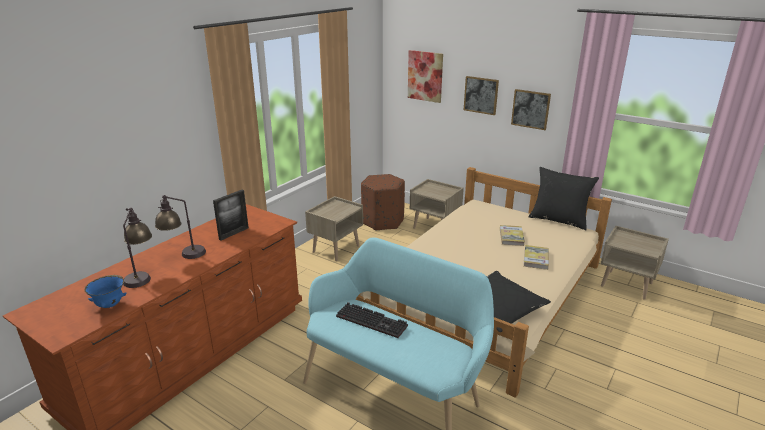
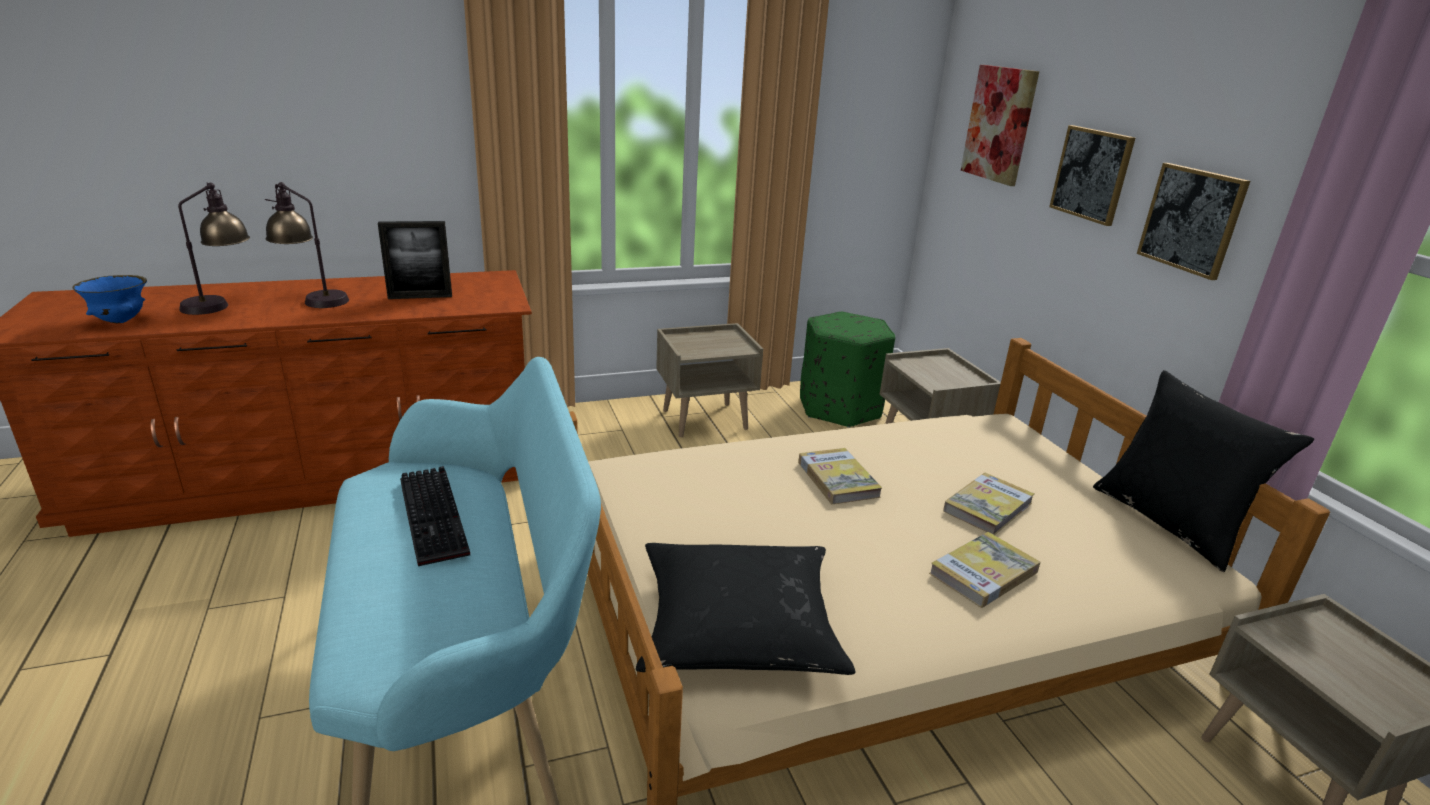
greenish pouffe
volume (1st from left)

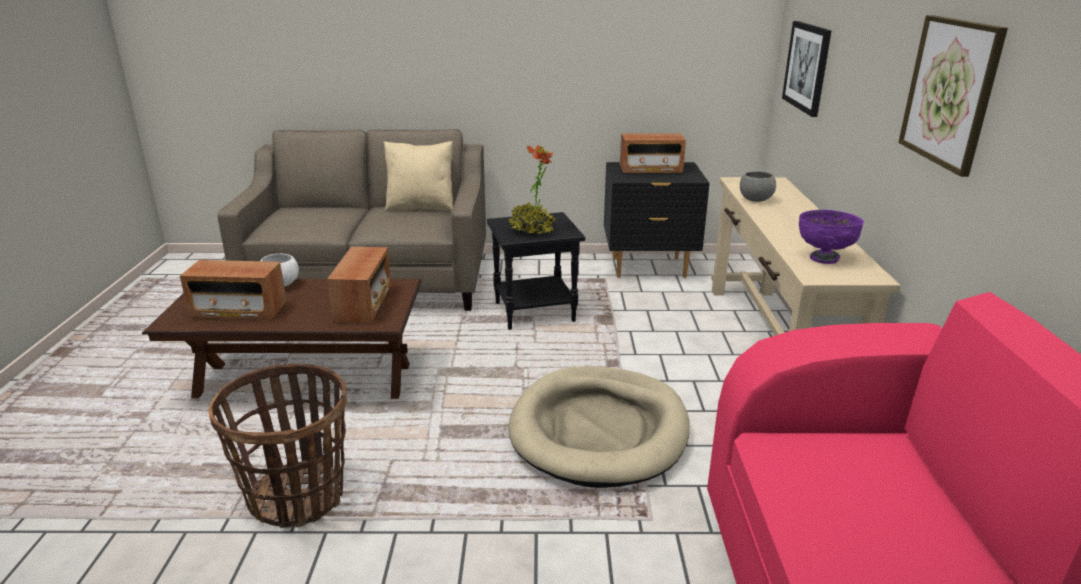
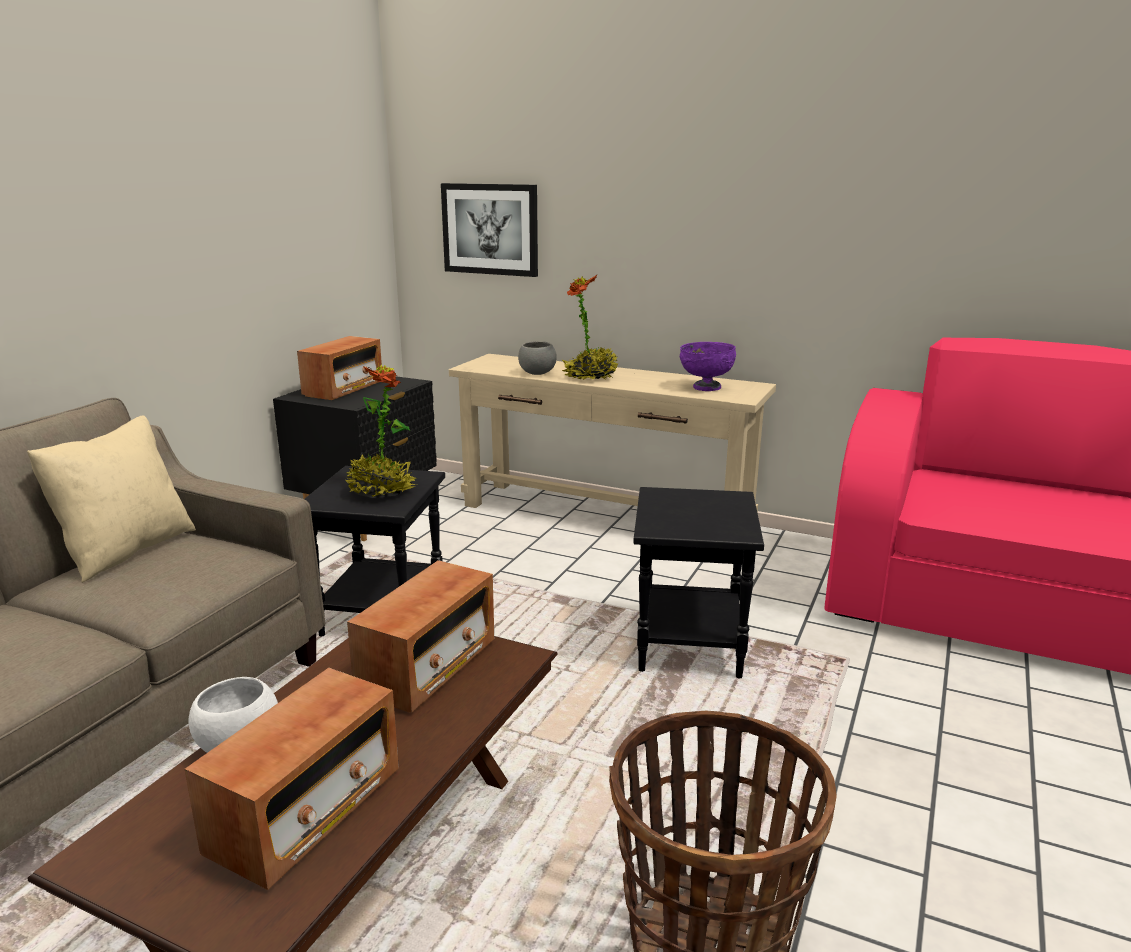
picture (2nd from left in the first image)
radio set (3rd from left)
black side table (2nd from left)
plant in a pot (2nd from left)

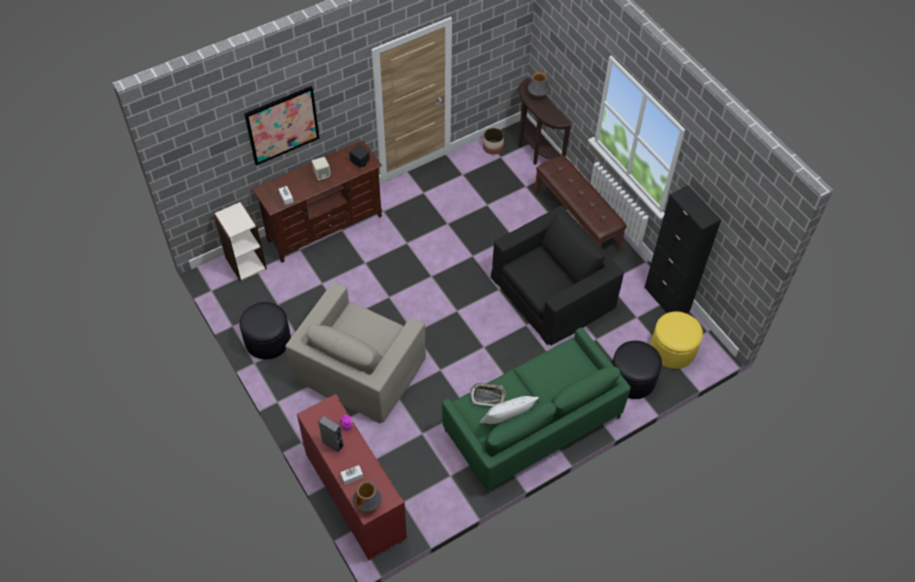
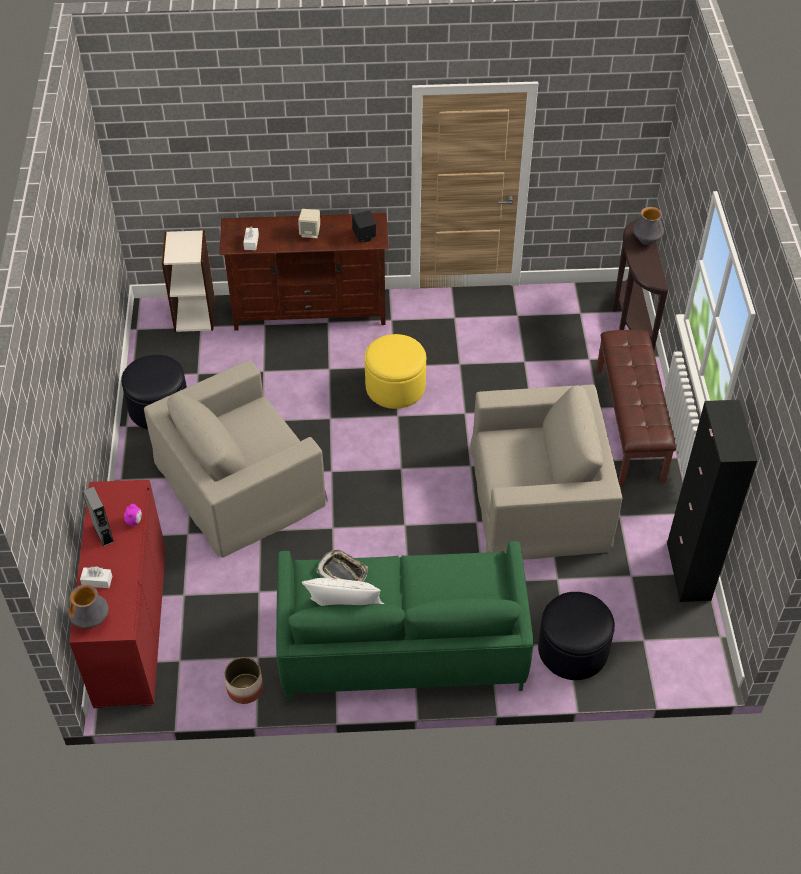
picture
planter
sand-coloured lounge chair (2nd from left)
yellowish pouffe

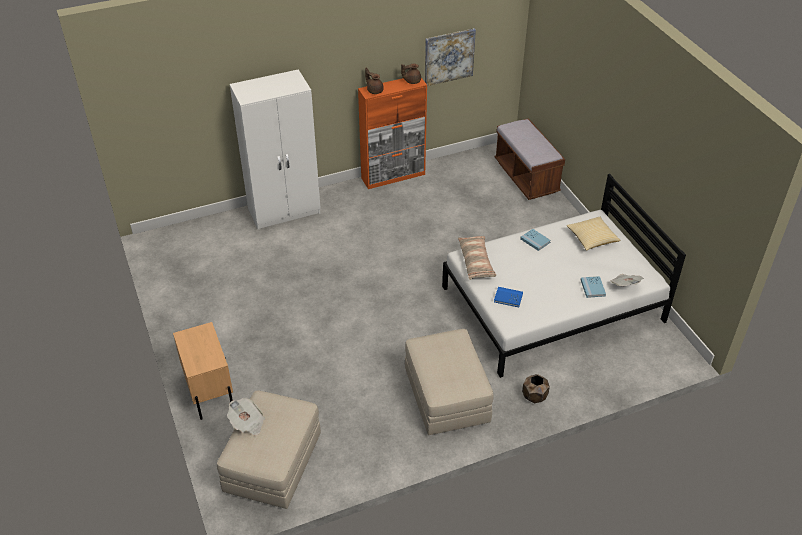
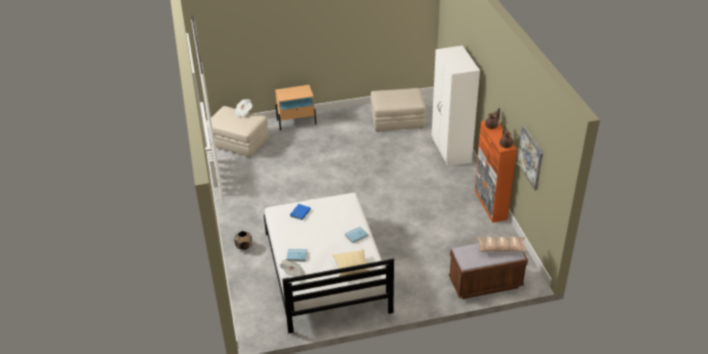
throw pillow (2nd from left)
sand-coloured pouffe (2nd from left)

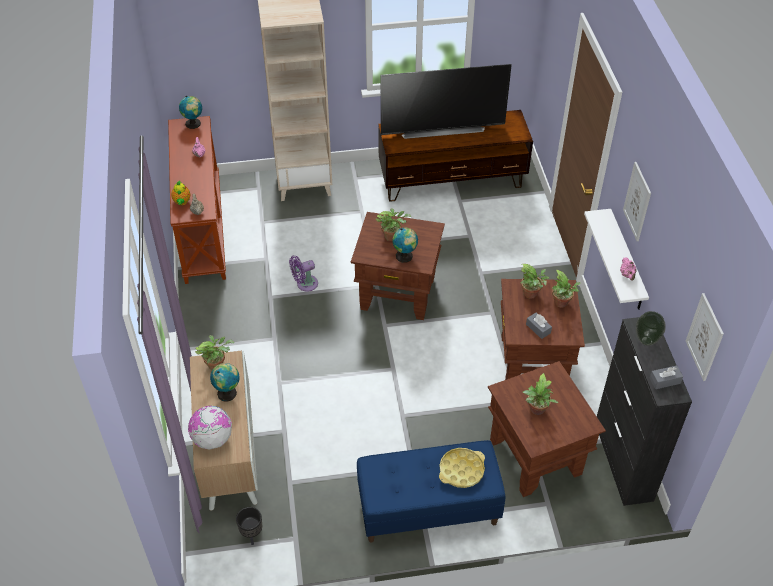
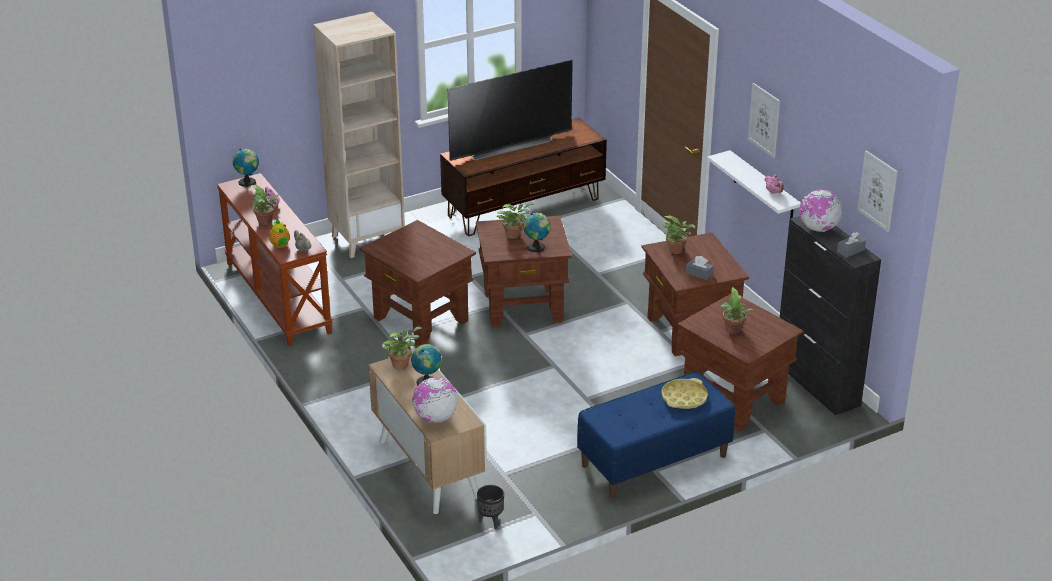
brown side table (1st from left)
plant in a pot (1st from left)
desk globe (5th from left)

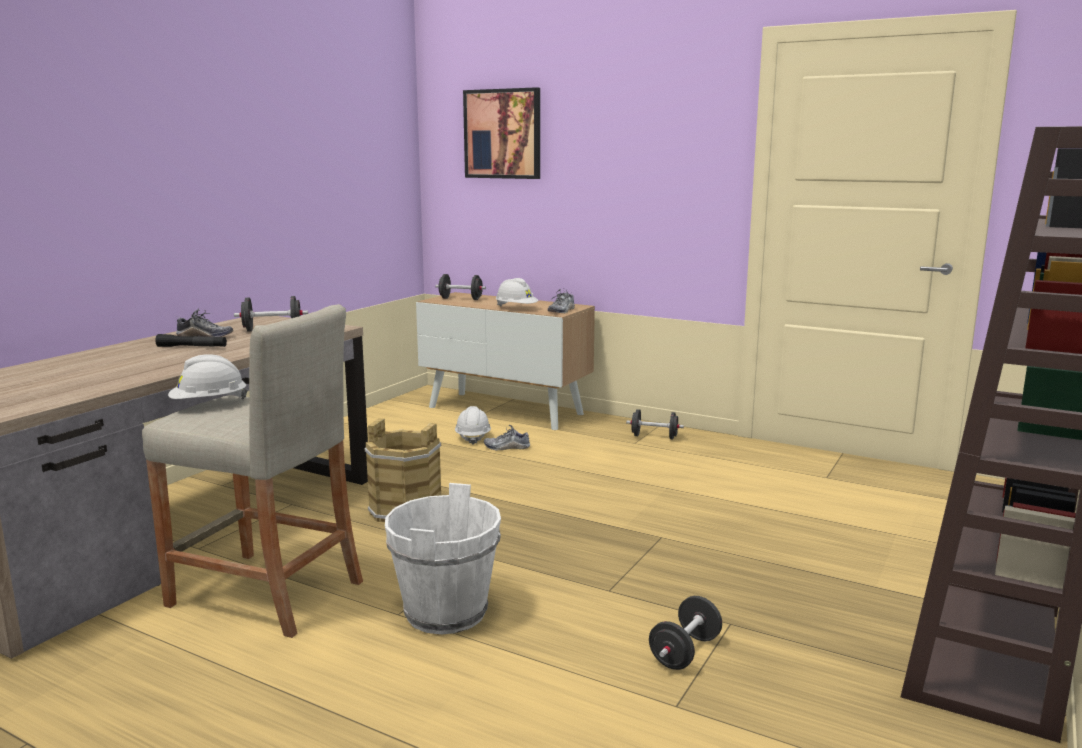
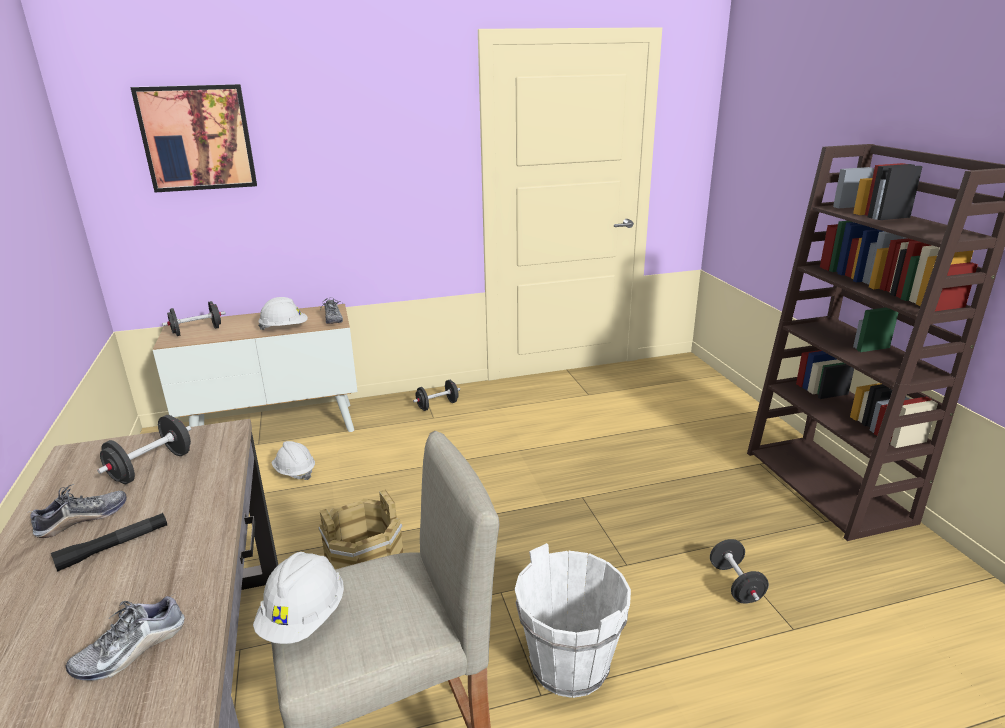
item of footwear (2nd from left)

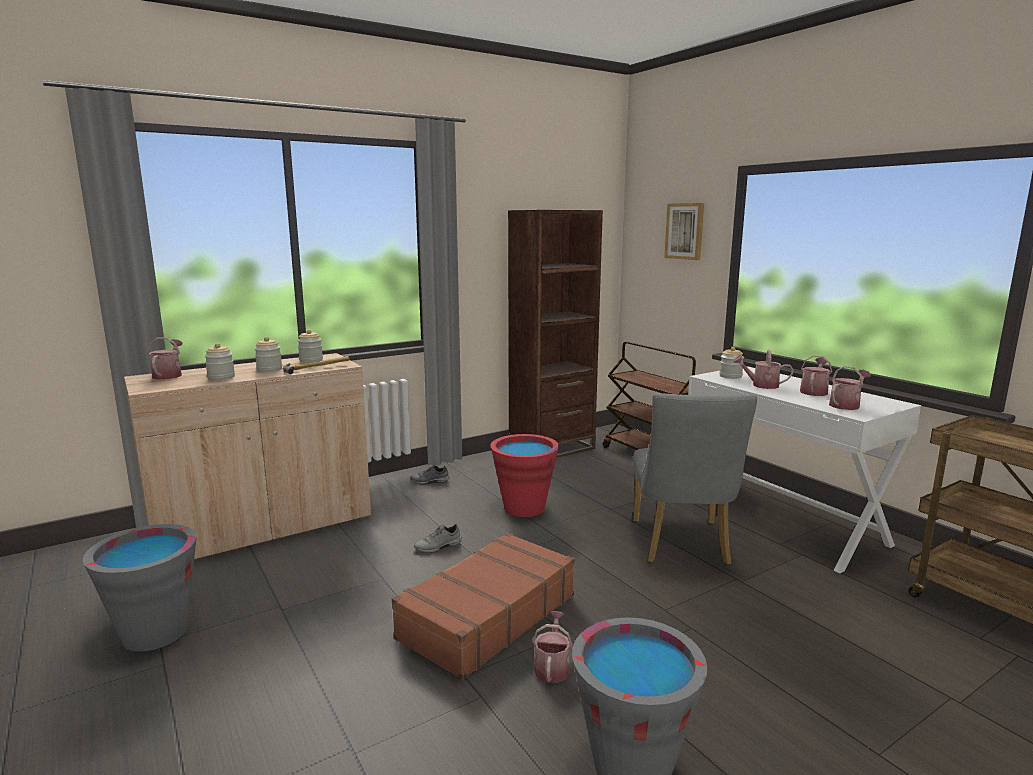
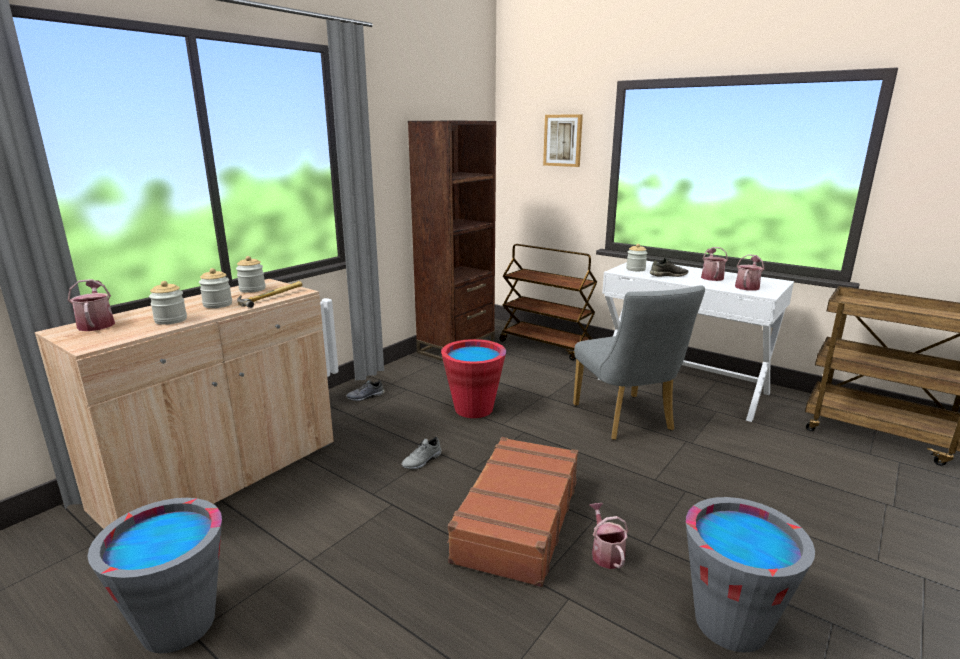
gray item of footwear (3rd from left)

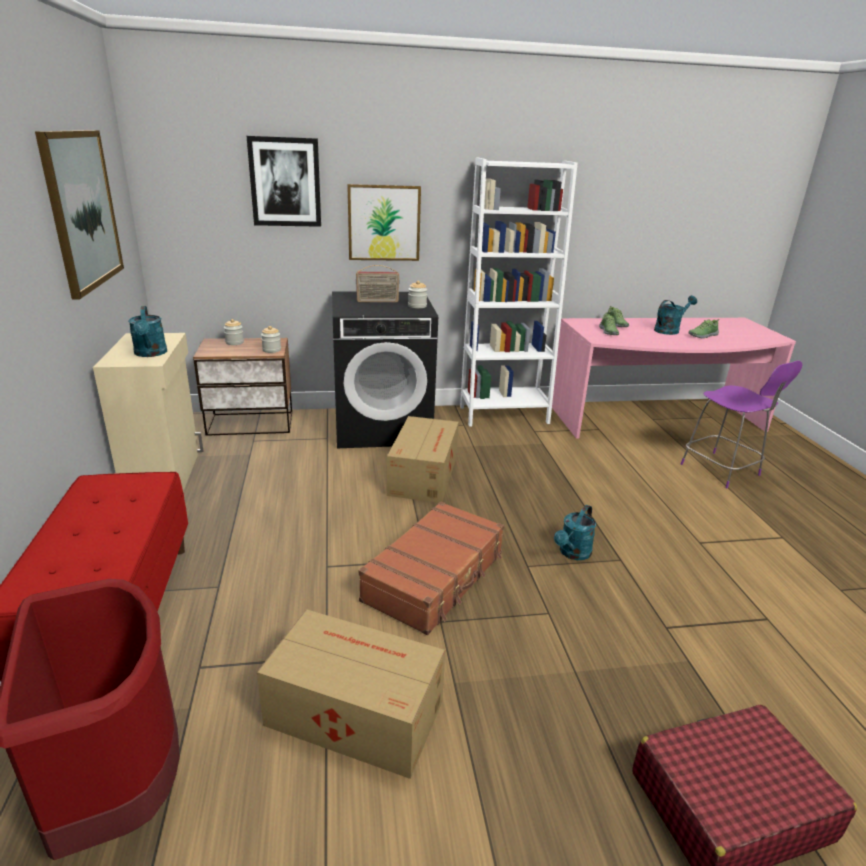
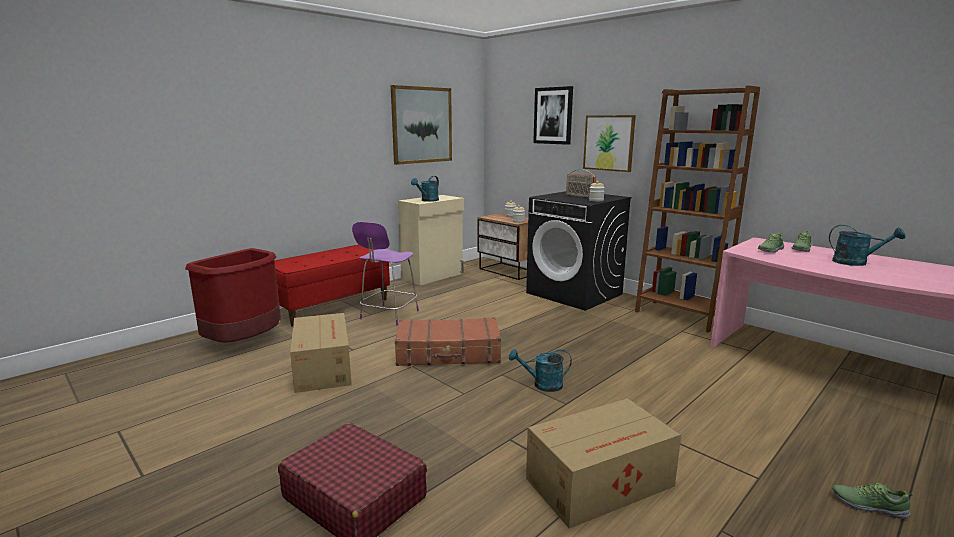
brown bookshelf
item of footwear (3rd from left)
purple upright chair
carton (2nd from left)

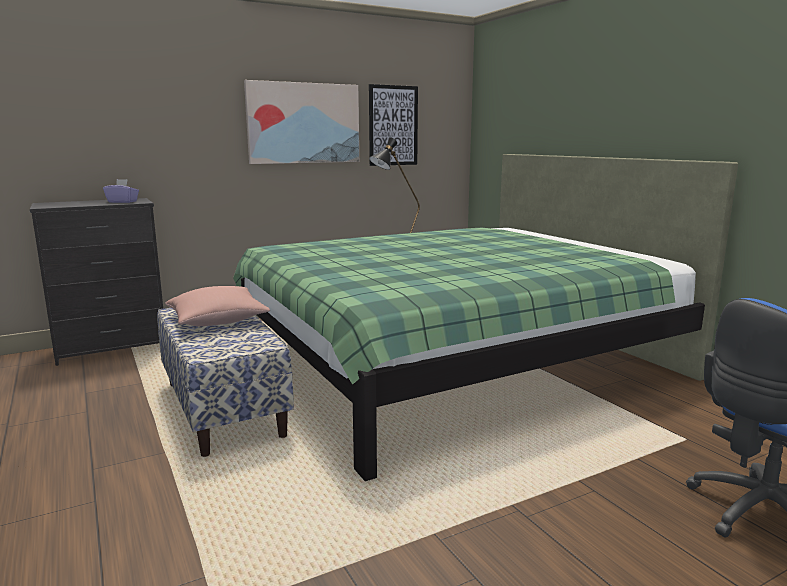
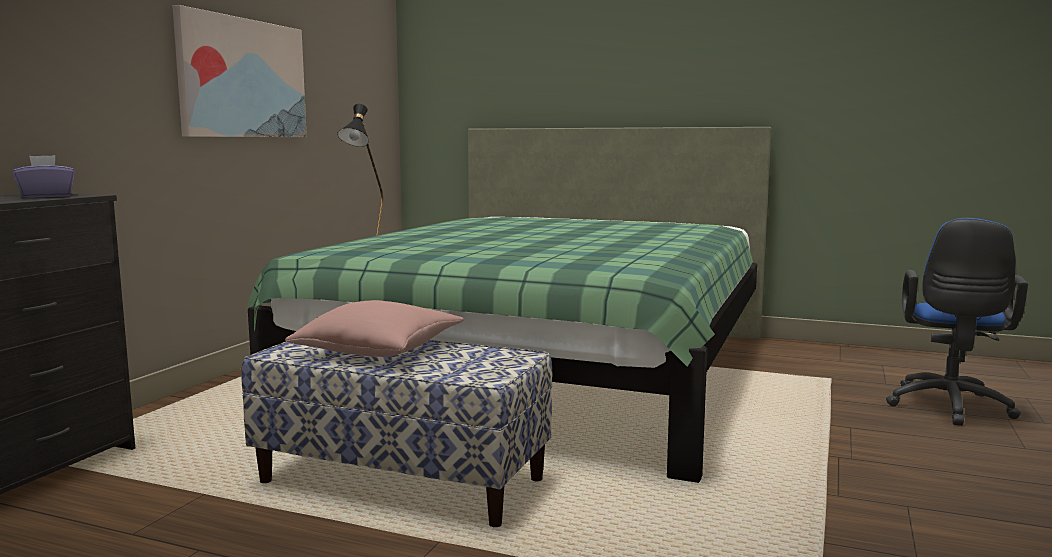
picture (2nd from left in the first image)

